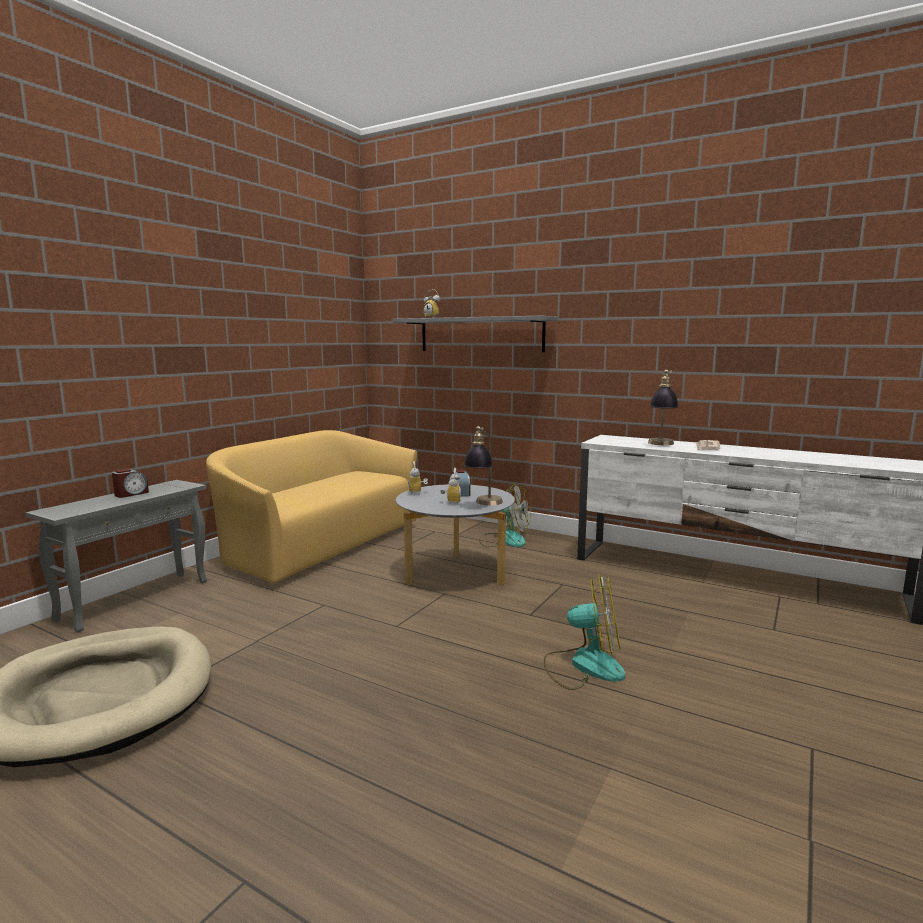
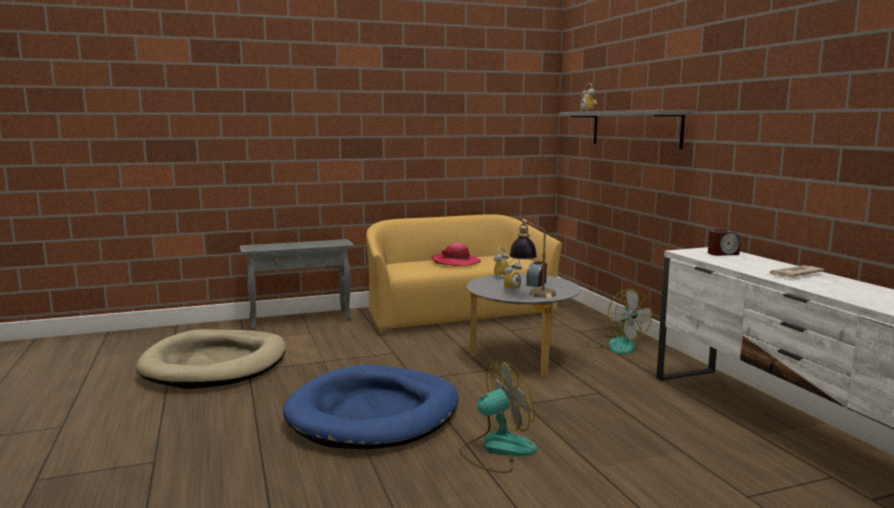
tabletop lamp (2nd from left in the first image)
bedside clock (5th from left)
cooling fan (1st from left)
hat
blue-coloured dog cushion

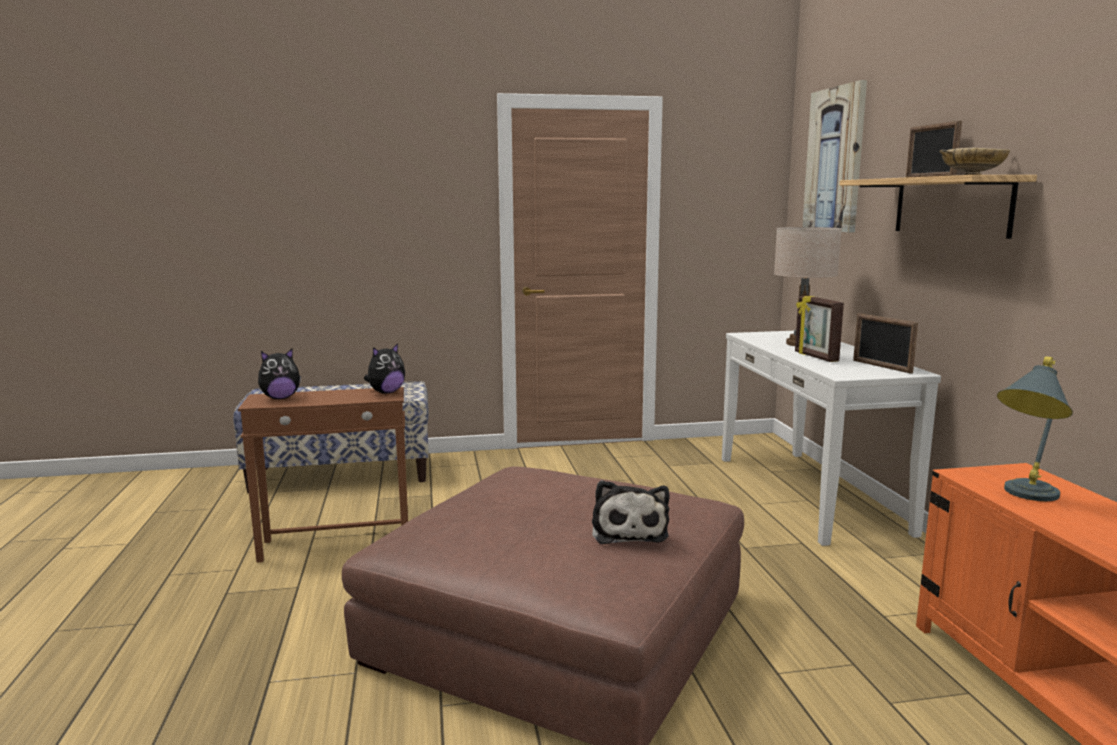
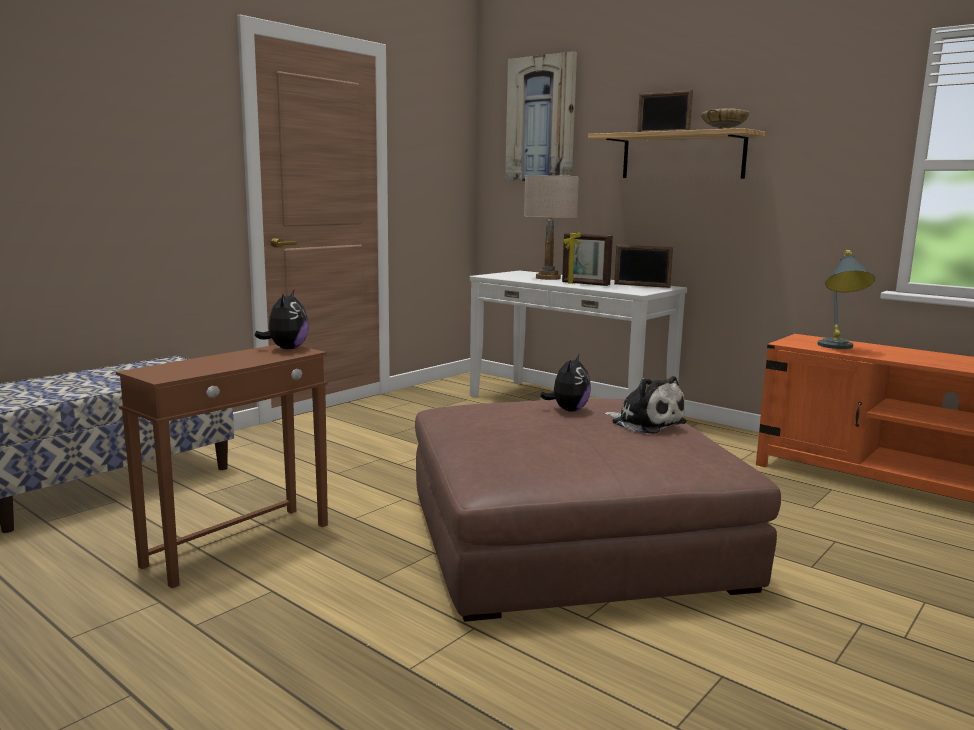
plush toy (2nd from left)

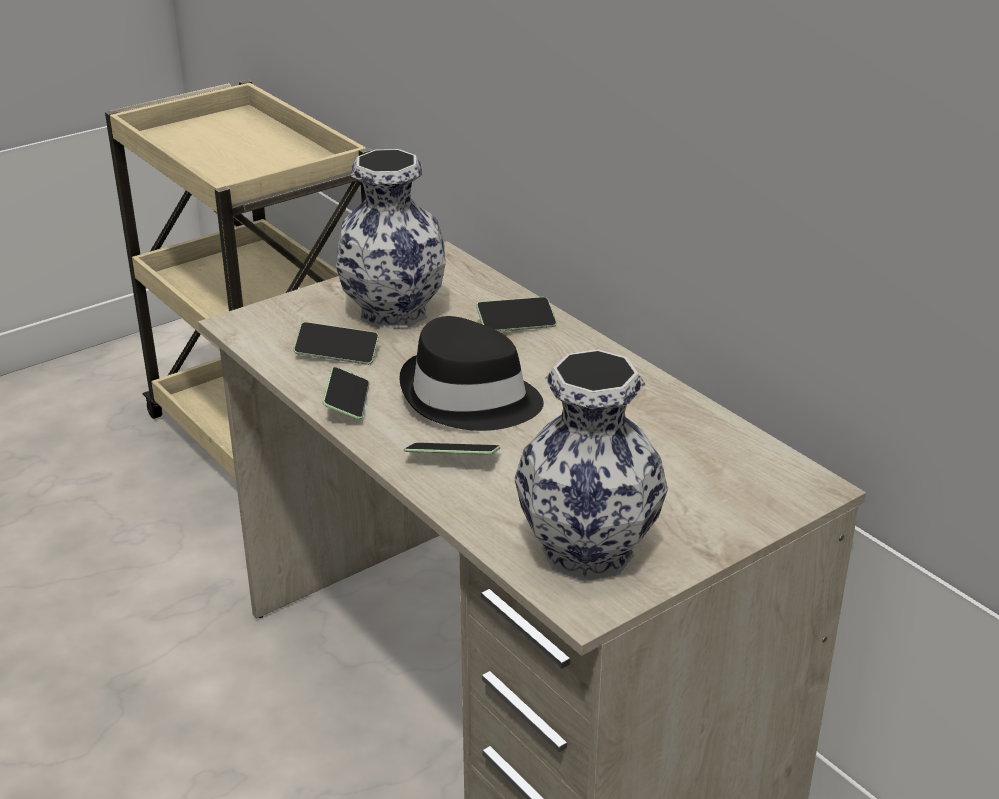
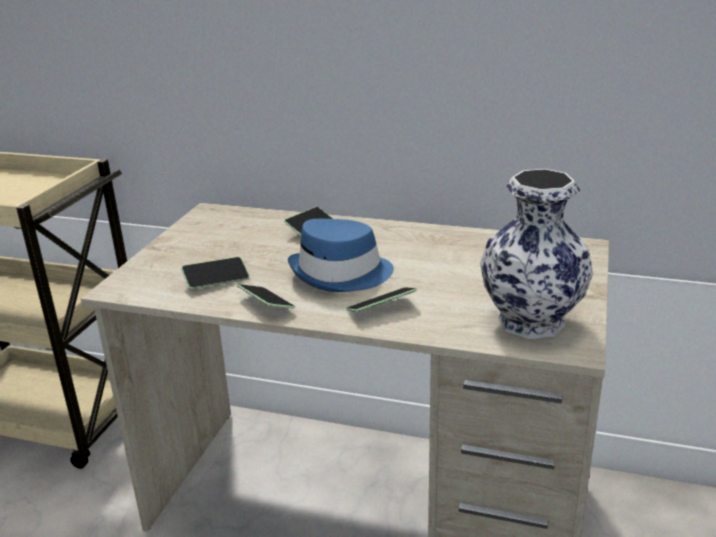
flower vase (1st from left in the first image)
blue-coloured hat

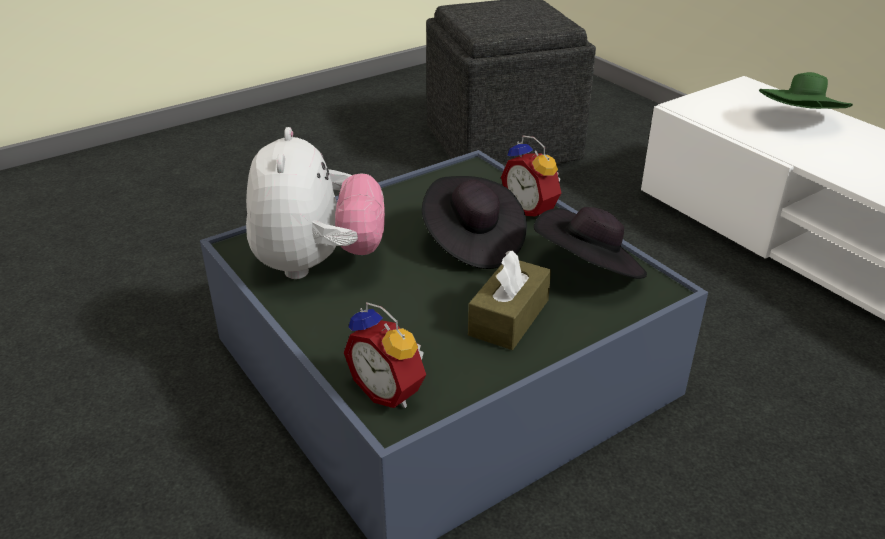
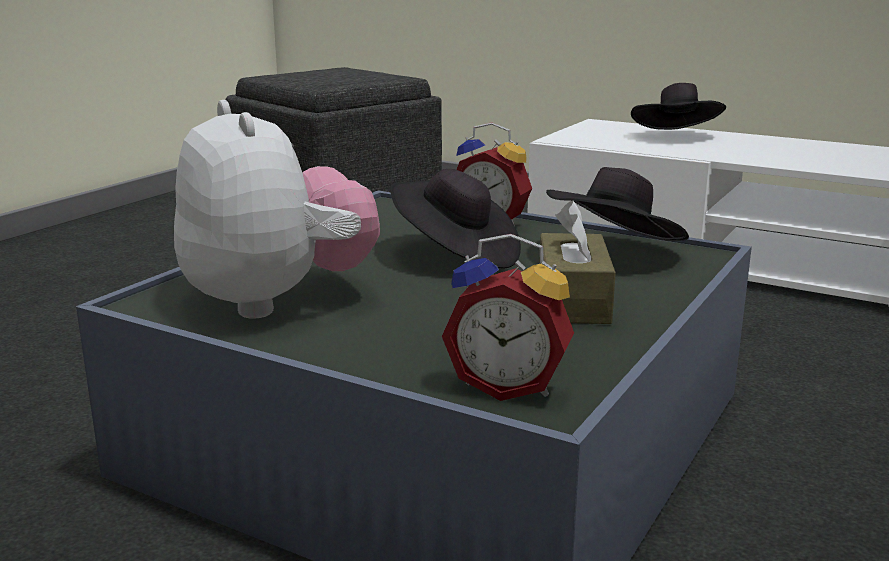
black hat (3rd from left)

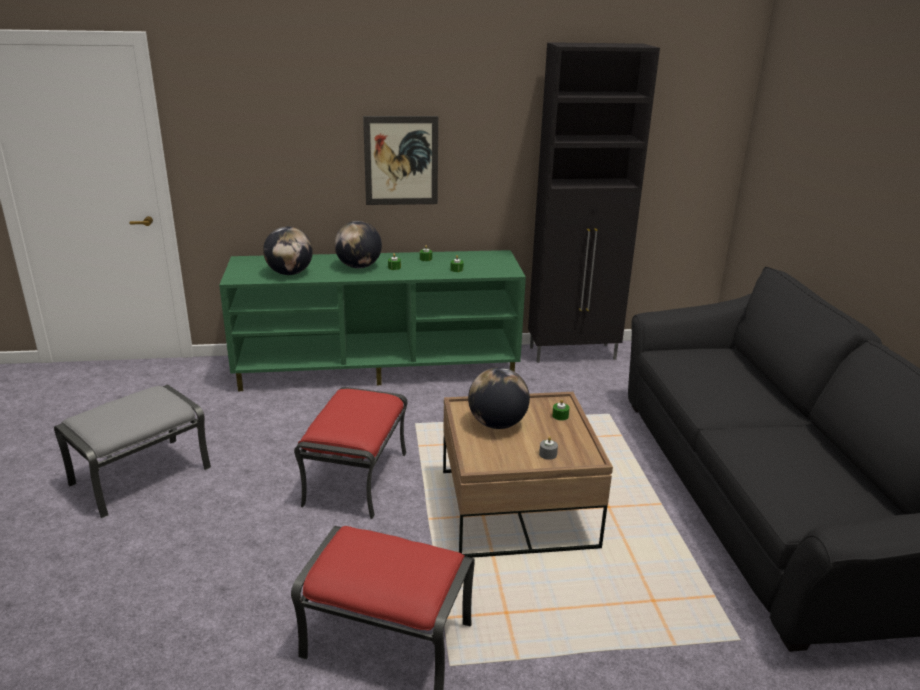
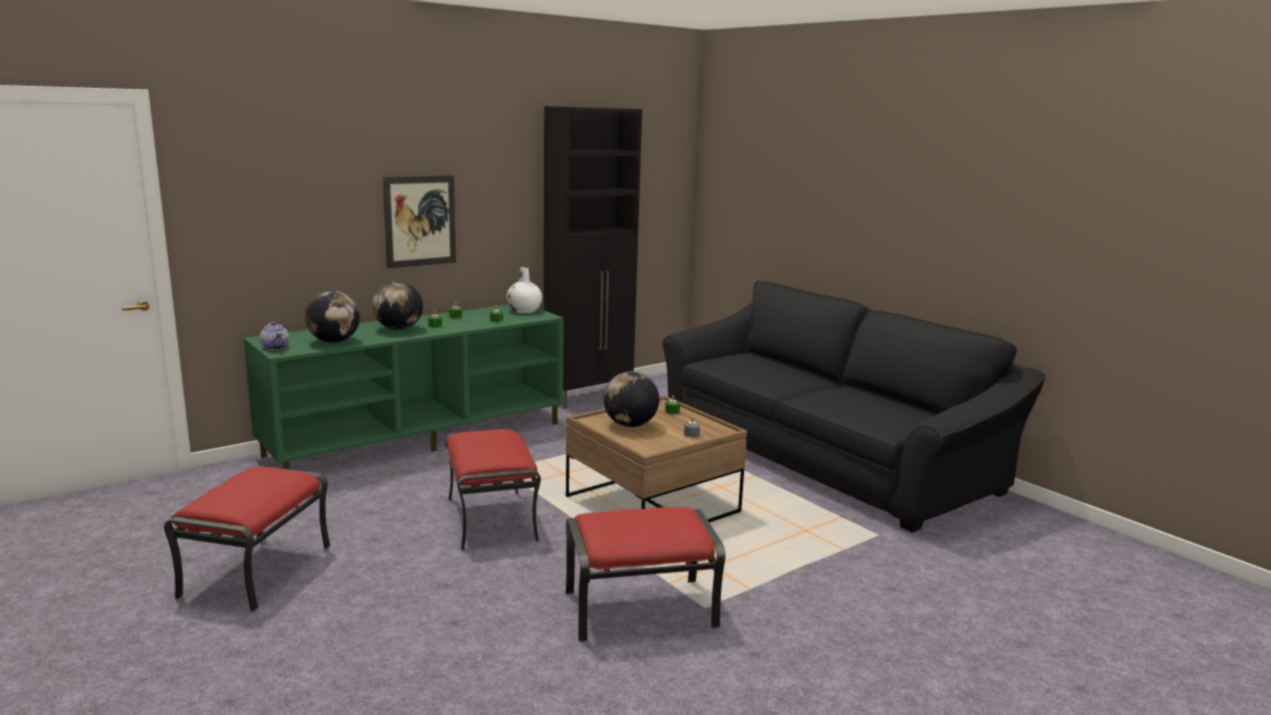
reddish pouffe (1st from left)
whitish flower vase
tea pot

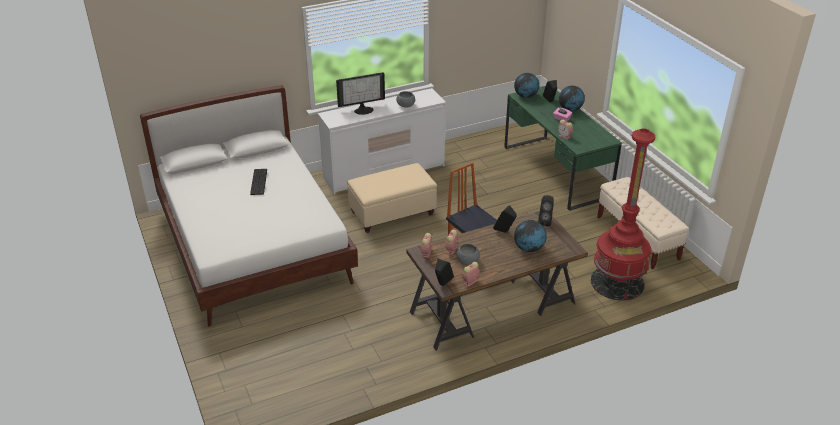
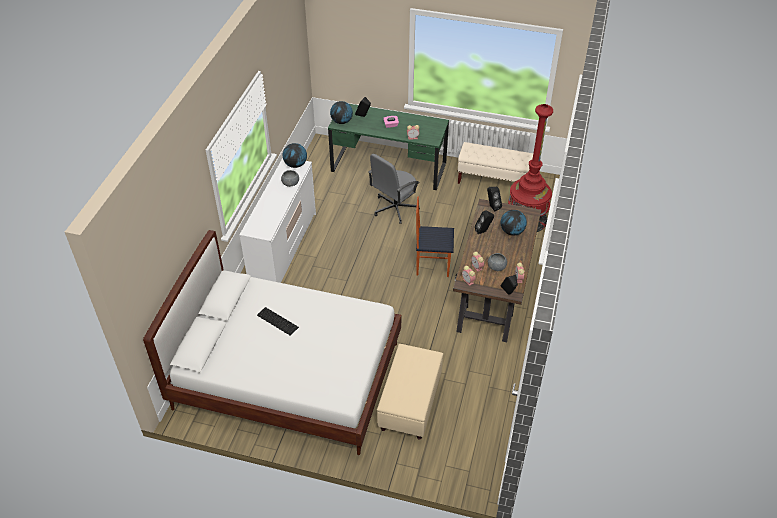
computer display
desk globe (1st from left)
sand-coloured pouffe
gray computer chair

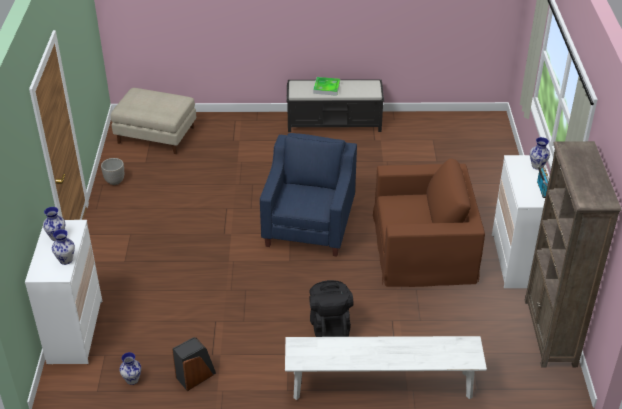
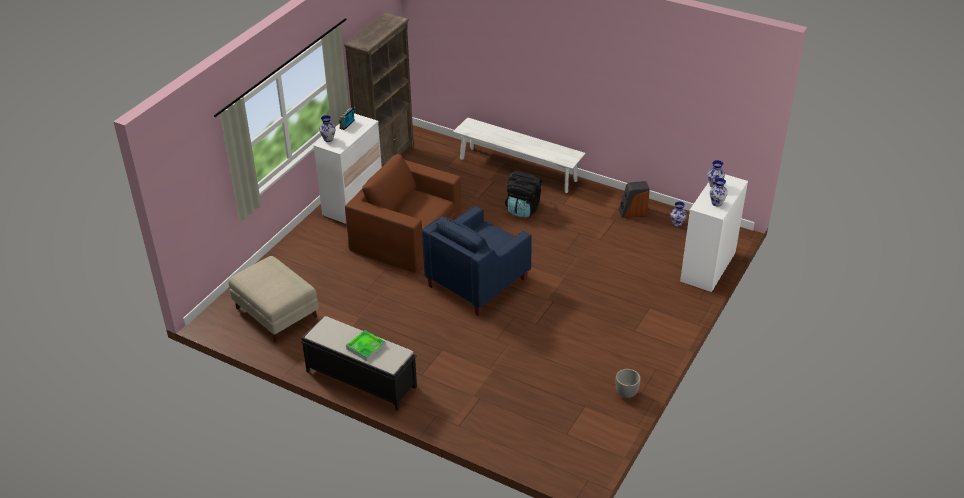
sand-coloured pouffe

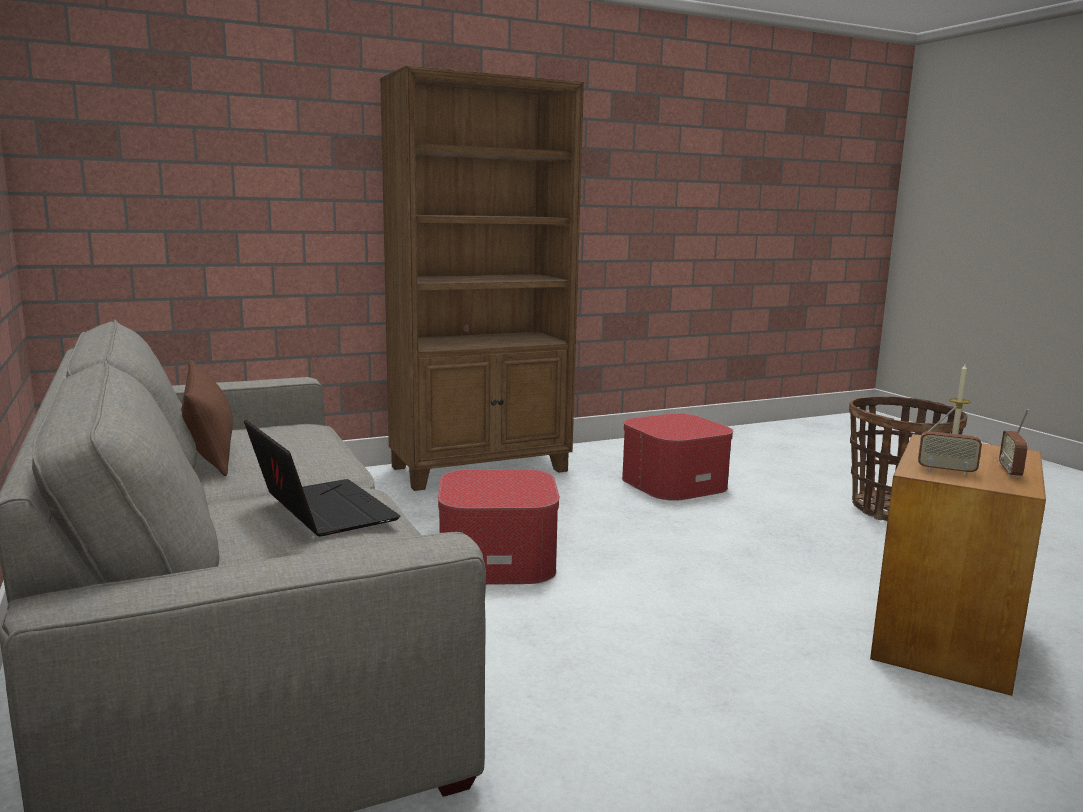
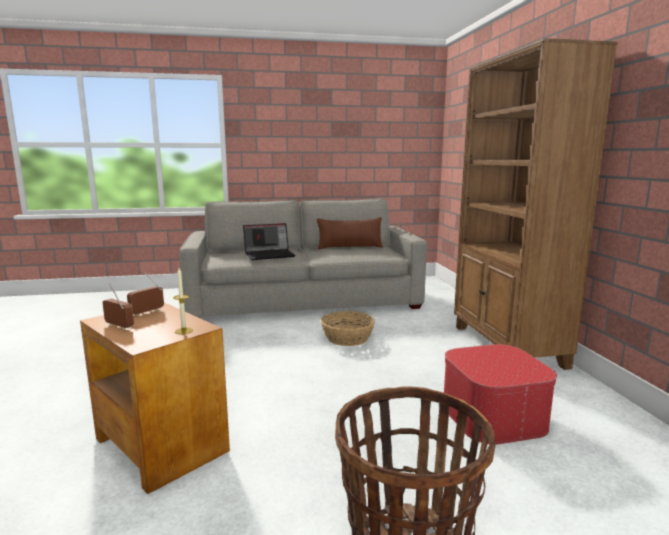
household basket (1st from left)

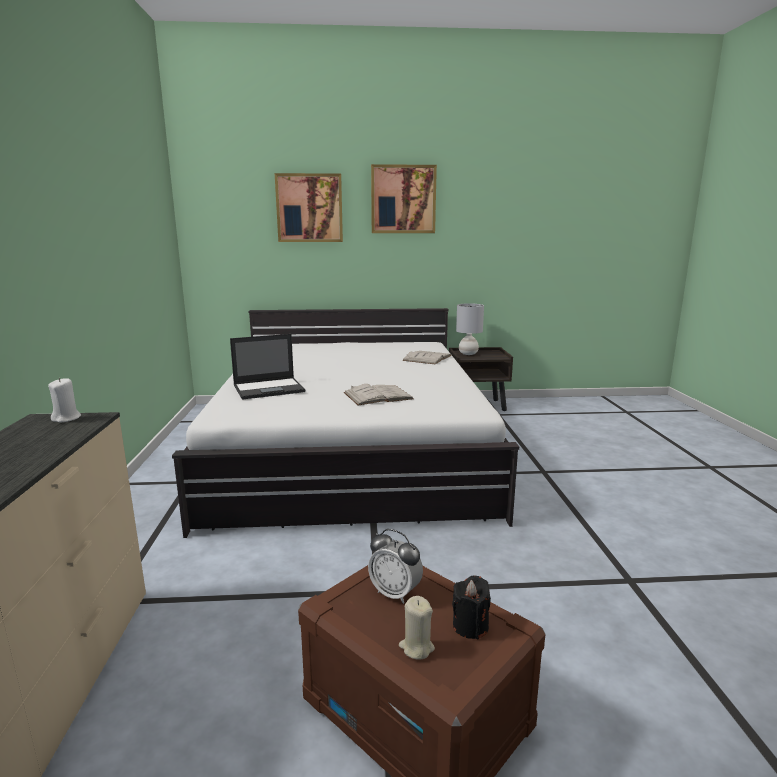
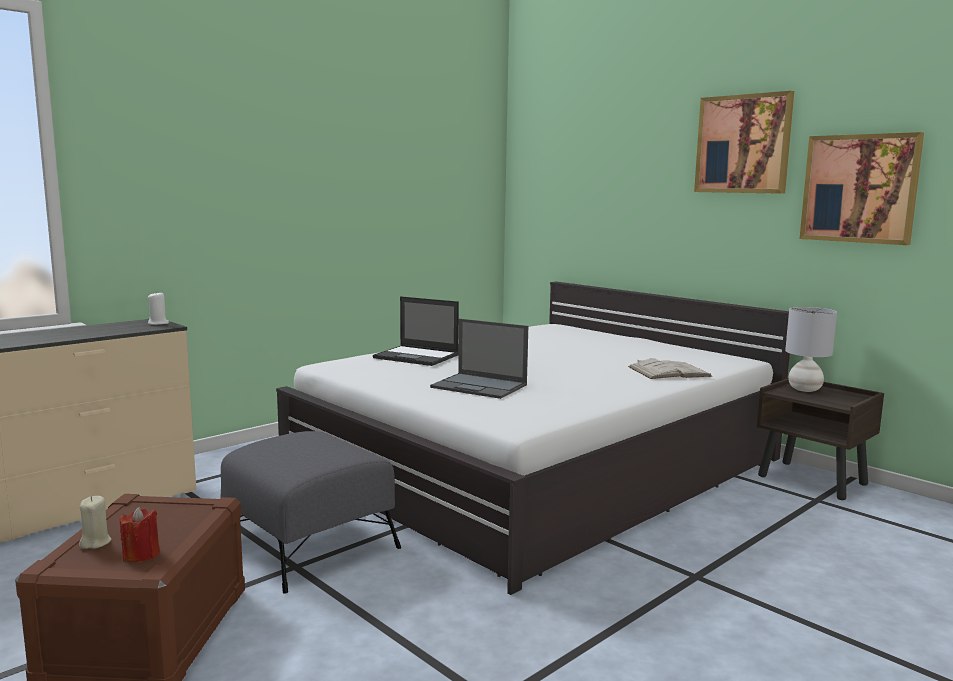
picture (2nd from left)
laptop (2nd from left)
bedside clock
reddish wax candle
gray pouffe

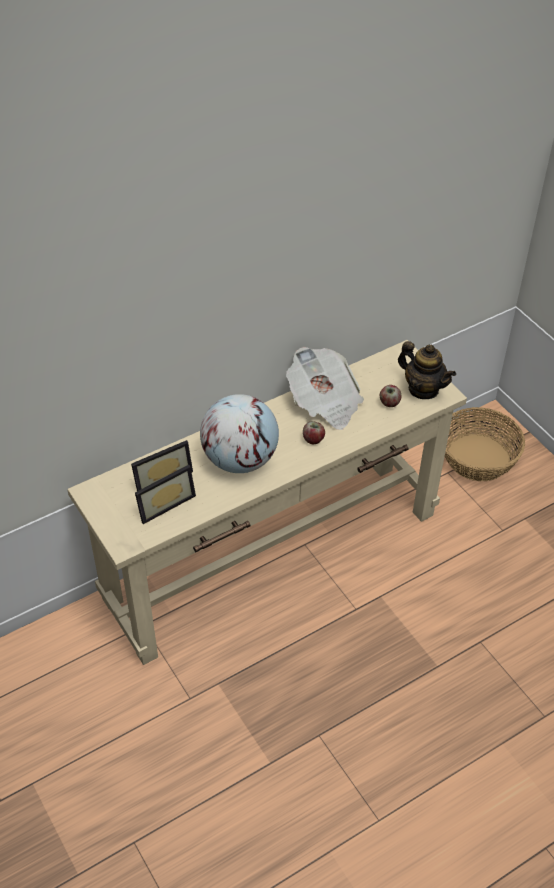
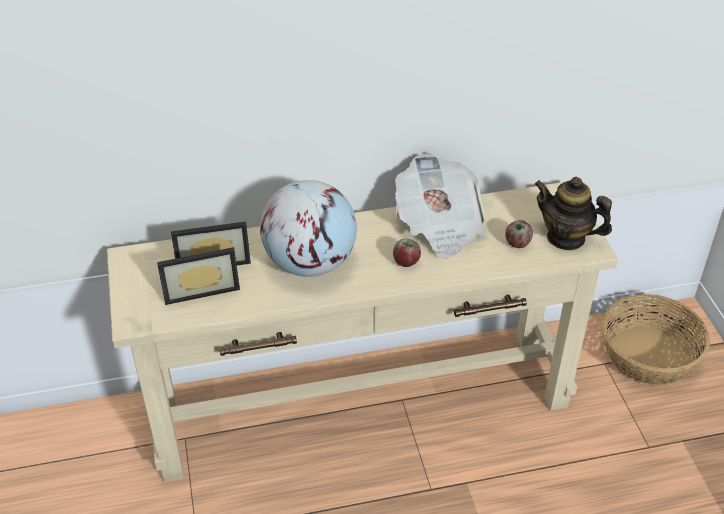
tea pot

